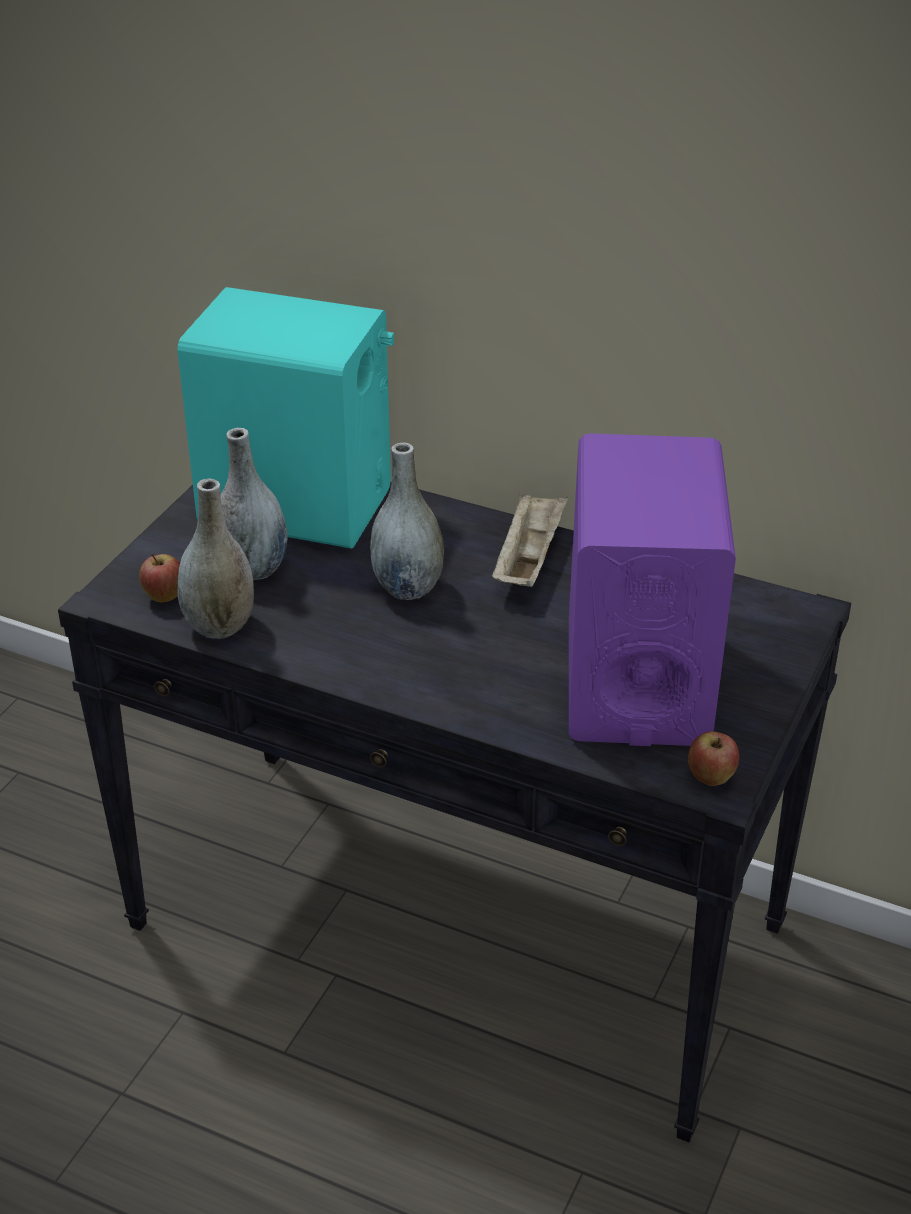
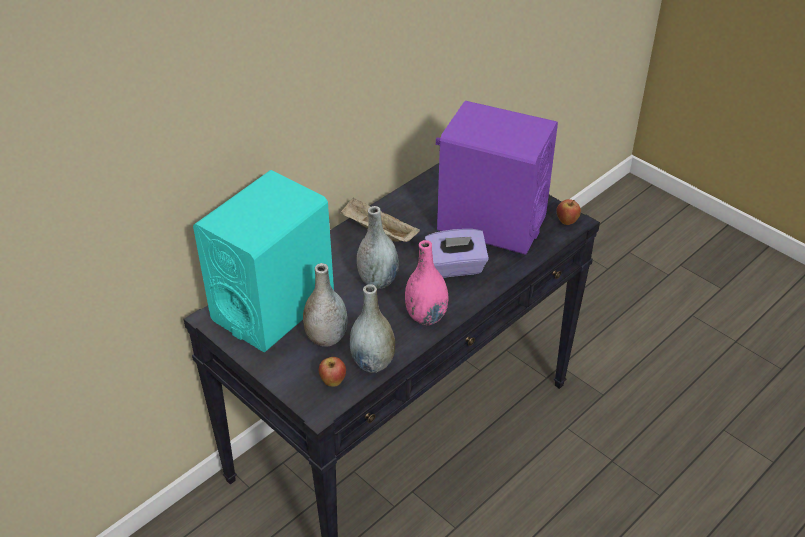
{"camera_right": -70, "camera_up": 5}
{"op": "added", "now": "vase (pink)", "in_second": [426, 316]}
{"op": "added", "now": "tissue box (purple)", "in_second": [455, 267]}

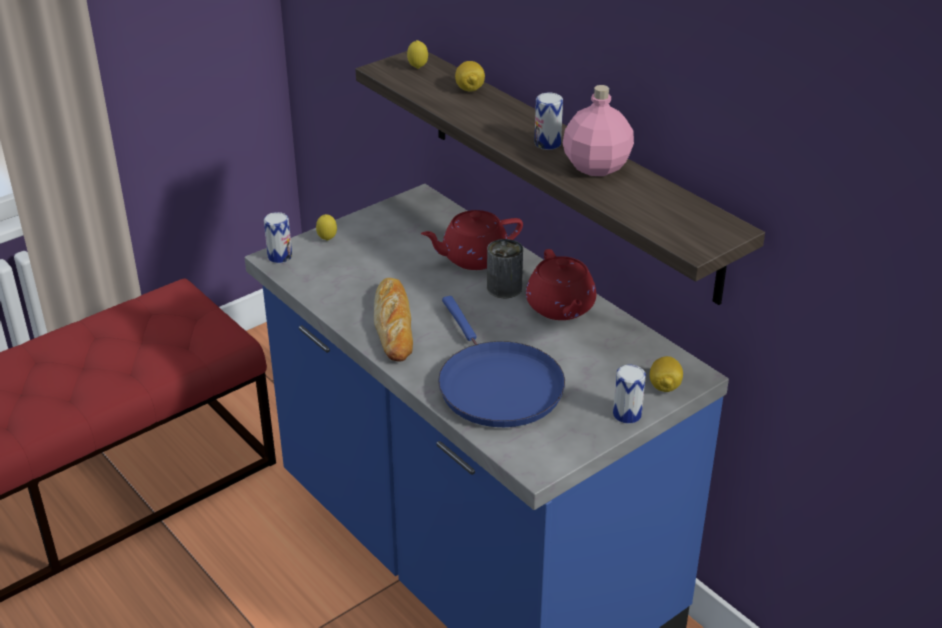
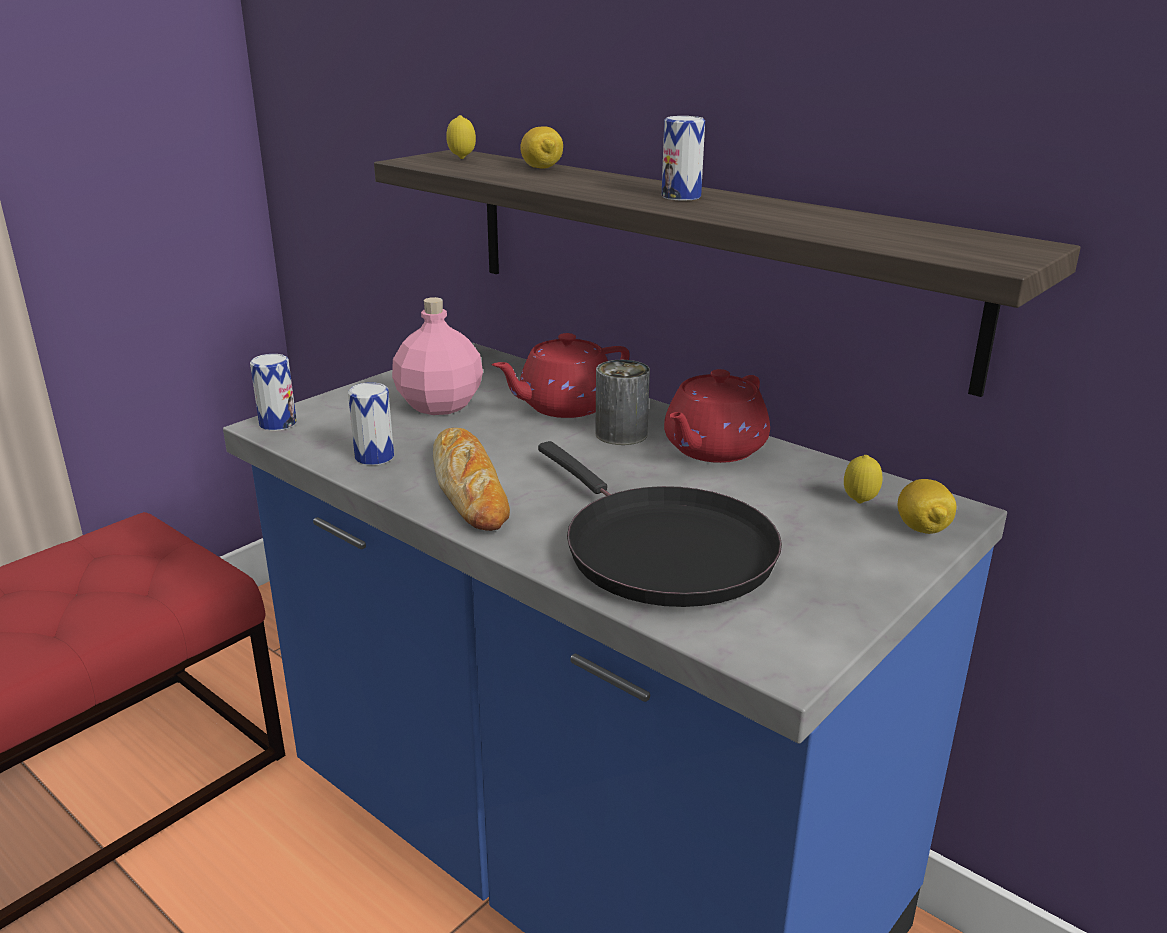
{"camera_right": -10, "camera_up": -10}
{"op": "moved", "was": "can", "in_first": [627, 414], "in_second": [374, 457]}
{"op": "moved", "was": "bottle (pink)", "in_first": [595, 166], "in_second": [438, 405]}
{"op": "recoloured", "was": "frying pan (blue)", "now": "frying pan (black)", "in_first": [496, 385], "in_second": [660, 550]}
{"op": "turned", "was": "teapot (red)", "in_first": [560, 307], "in_second": [713, 449], "clockwise": 60}
{"op": "moved", "was": "lemon", "in_first": [327, 240], "in_second": [859, 503]}

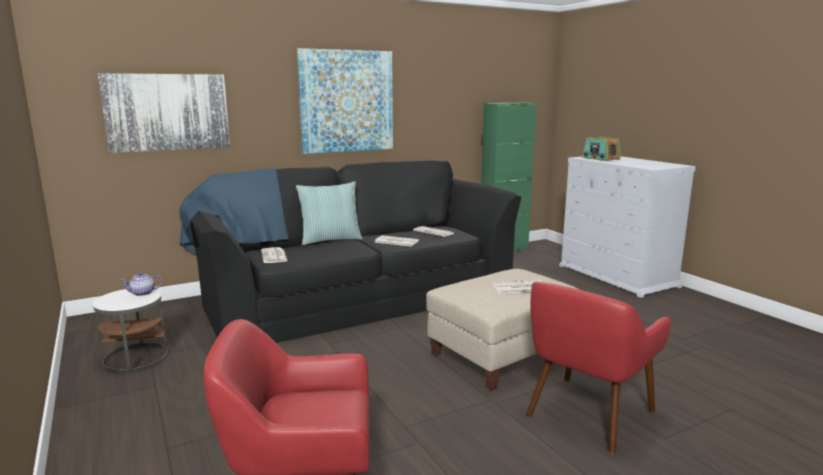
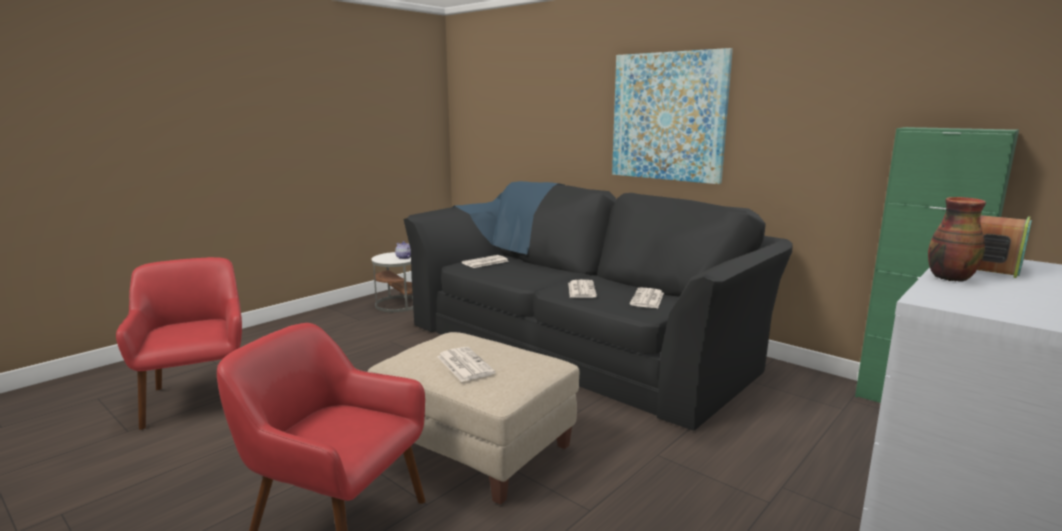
{"camera_right": 70, "camera_up": 0}
{"op": "added", "now": "vase", "in_second": [949, 277]}
{"op": "removed", "was": "picture", "in_first": [167, 112]}
{"op": "removed", "was": "pillow", "in_first": [330, 240]}

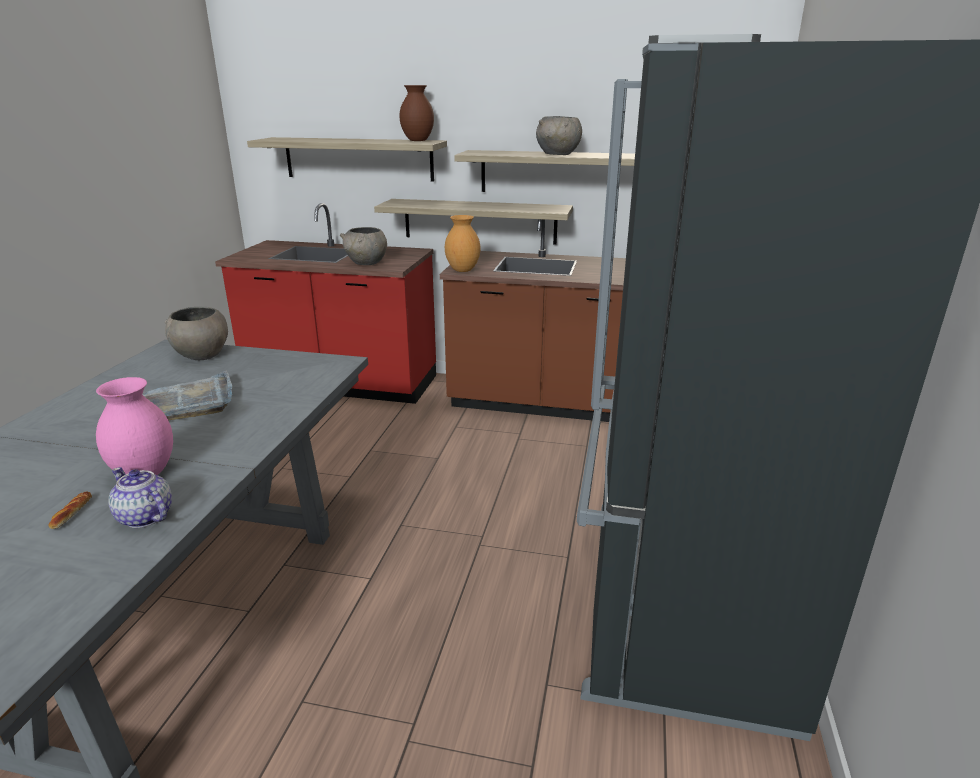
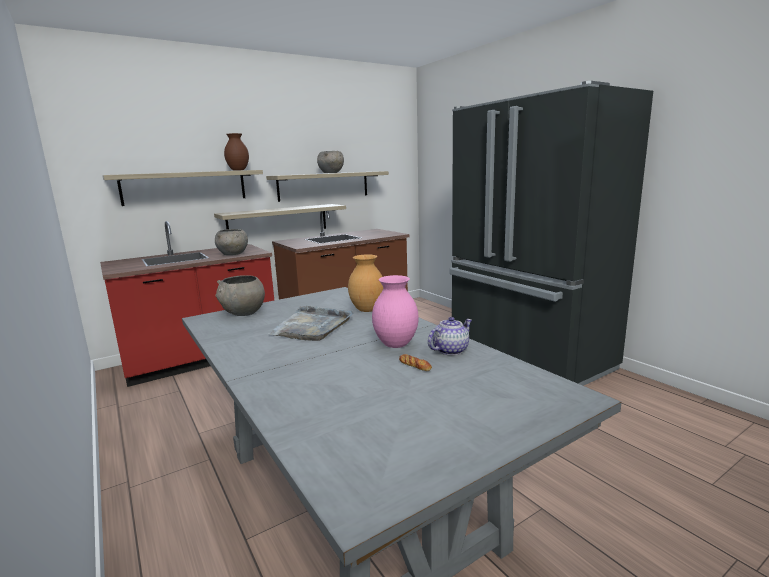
{"camera_right": -45, "camera_up": -10}
{"op": "moved", "was": "vase (brown)", "in_first": [462, 270], "in_second": [366, 310]}
{"op": "turned", "was": "teapot", "in_first": [144, 517], "in_second": [450, 350], "clockwise": 150}

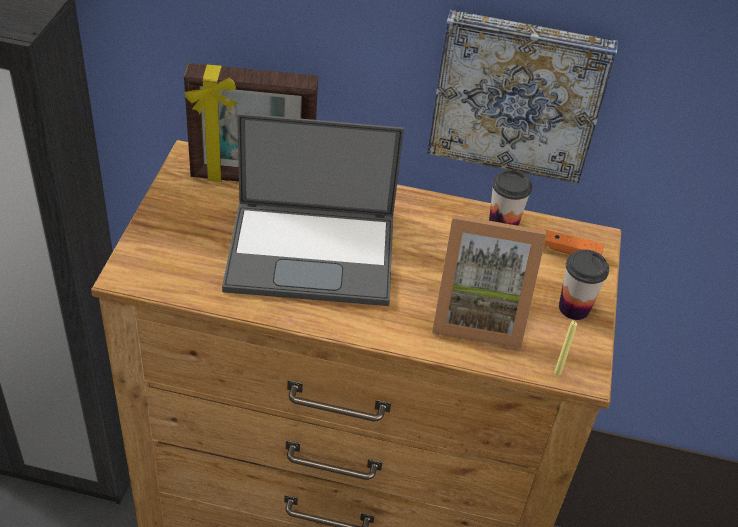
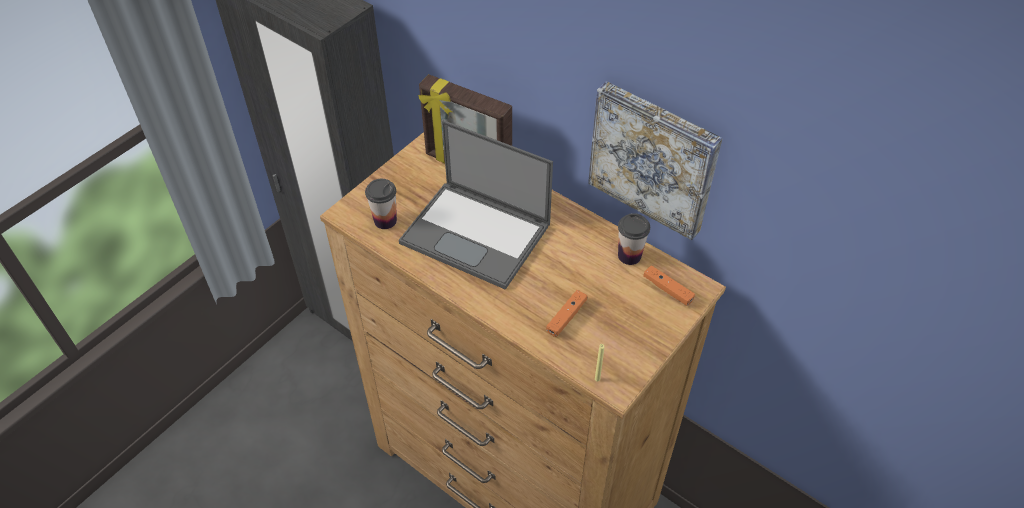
{"camera_right": 30, "camera_up": 5}
{"op": "moved", "was": "cup", "in_first": [574, 308], "in_second": [385, 220]}
{"op": "replaced", "was": "picture frame", "now": "game controller (orange)", "in_first": [478, 315], "in_second": [566, 317]}

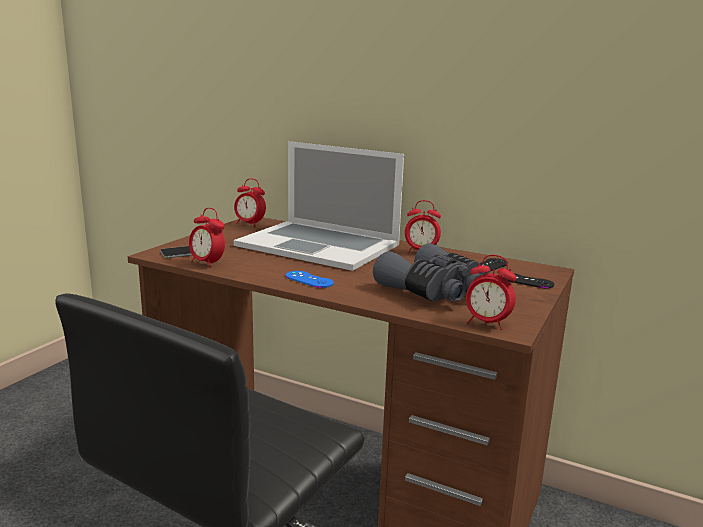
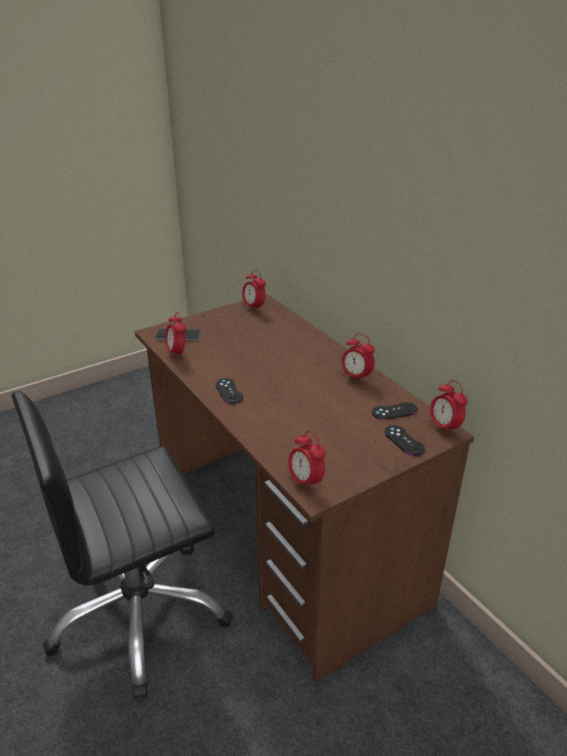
{"camera_right": 30, "camera_up": 15}
{"op": "recoloured", "was": "game controller (blue)", "now": "game controller (black)", "in_first": [309, 279], "in_second": [229, 391]}
{"op": "added", "now": "alarm clock", "in_second": [444, 427]}
{"op": "removed", "was": "laptop", "in_first": [318, 245]}
{"op": "removed", "was": "binoculars (grey)", "in_first": [434, 291]}

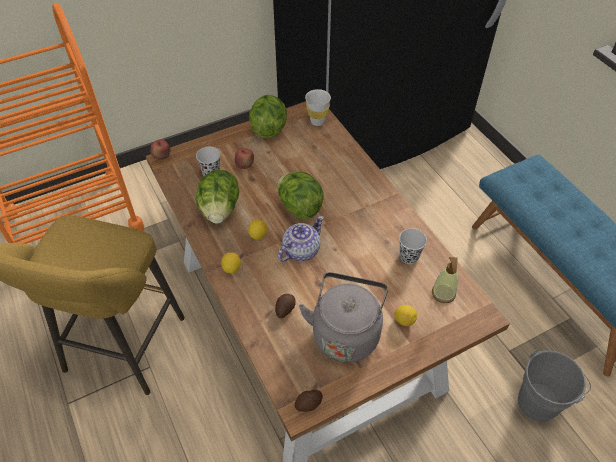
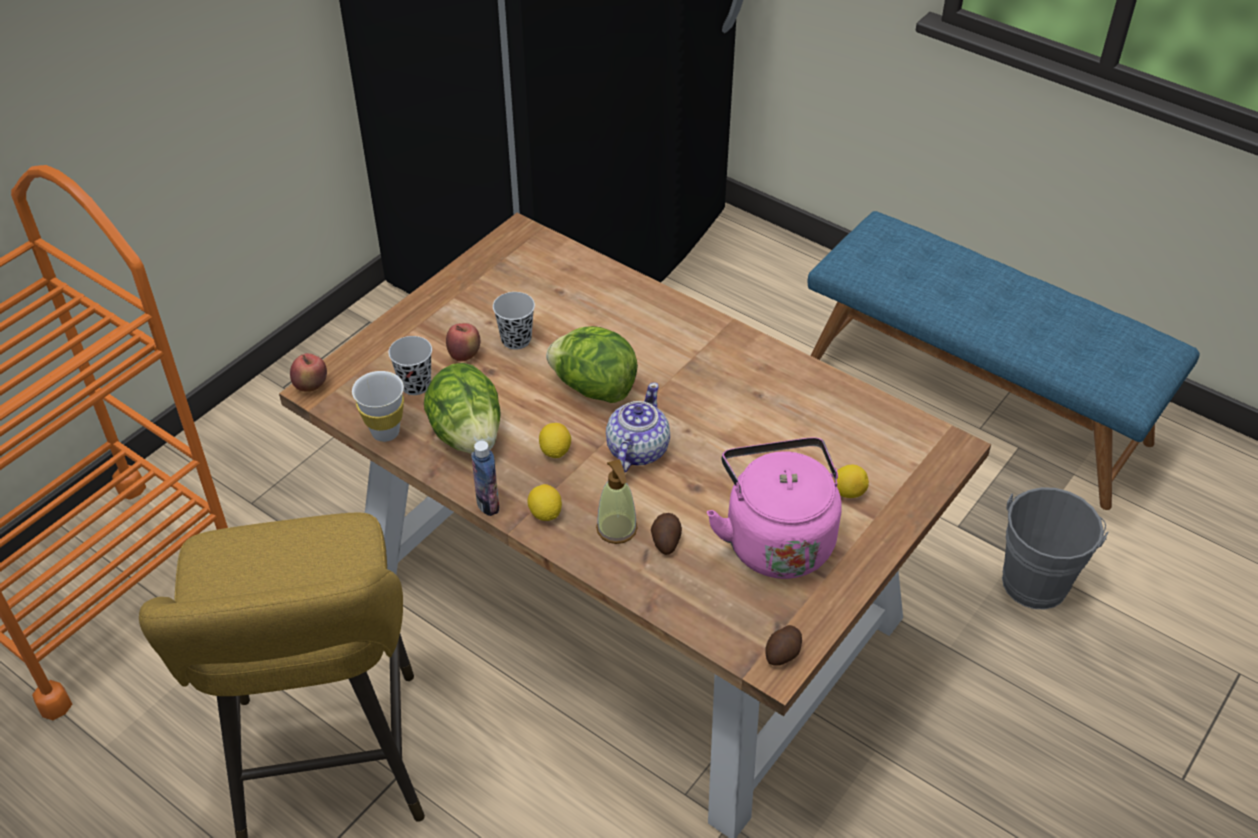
{"camera_right": -25, "camera_up": -5}
{"op": "moved", "was": "cup (white)", "in_first": [317, 121], "in_second": [385, 432]}
{"op": "added", "now": "bottle", "in_second": [488, 504]}
{"op": "moved", "was": "cup (black)", "in_first": [409, 257], "in_second": [516, 340]}
{"op": "moved", "was": "soap dispenser", "in_first": [443, 293], "in_second": [617, 529]}
{"op": "recoloured", "was": "kettle (grey)", "now": "kettle (pink)", "in_first": [346, 332], "in_second": [776, 538]}
{"op": "removed", "was": "lettuce", "in_first": [268, 128]}

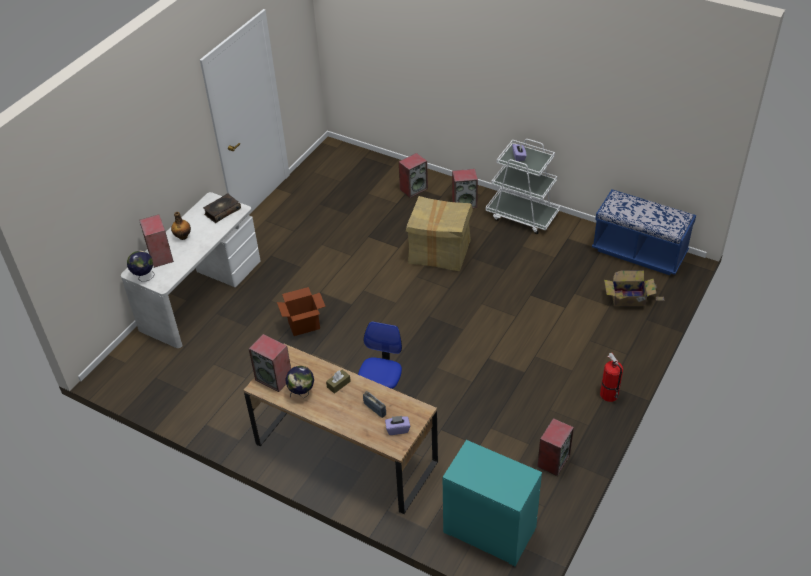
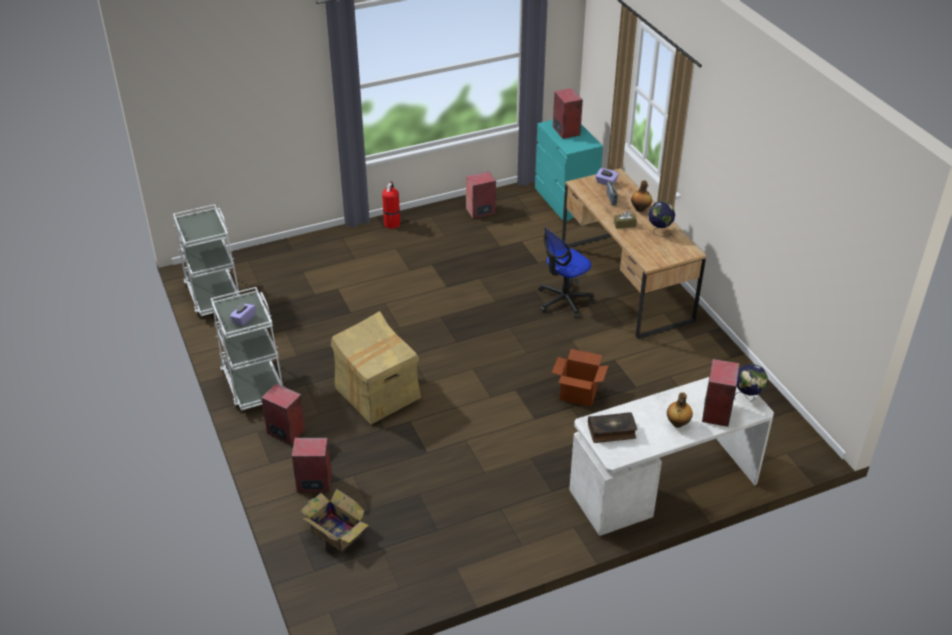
{"camera_right": -145, "camera_up": -5}
{"op": "replaced", "was": "bench (blue)", "now": "cart (white)", "in_first": [639, 252], "in_second": [213, 295]}
{"op": "moved", "was": "cardboard box", "in_first": [630, 299], "in_second": [335, 530]}
{"op": "moved", "was": "speaker", "in_first": [274, 378], "in_second": [565, 131]}
{"op": "added", "now": "bottle", "in_second": [640, 209]}

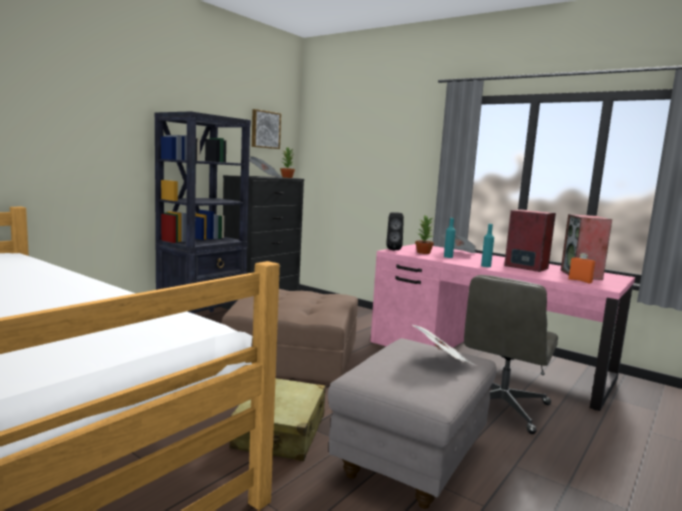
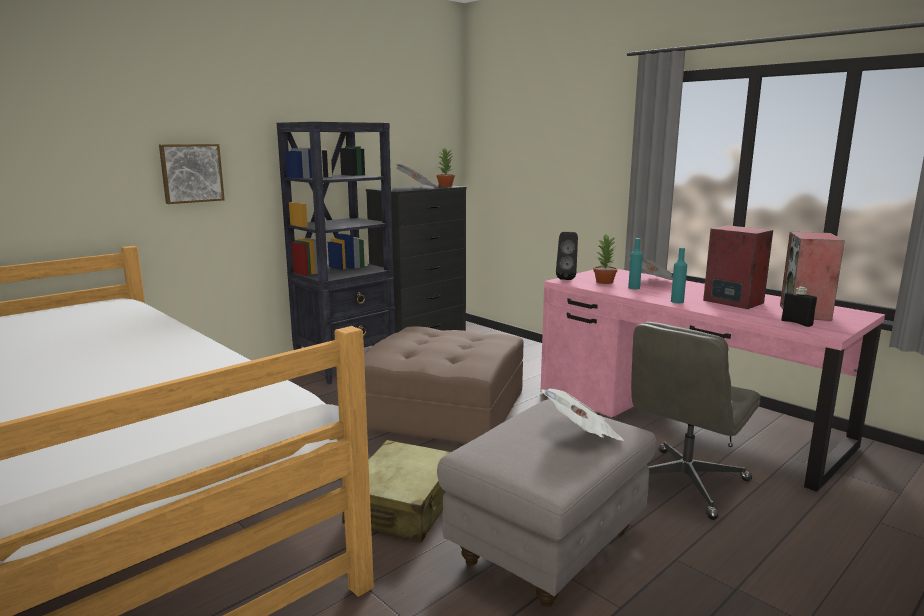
{"camera_right": 10, "camera_up": 5}
{"op": "moved", "was": "picture", "in_first": [265, 129], "in_second": [191, 173]}
{"op": "recoloured", "was": "bottle (orange)", "now": "bottle (black)", "in_first": [580, 281], "in_second": [796, 323]}

